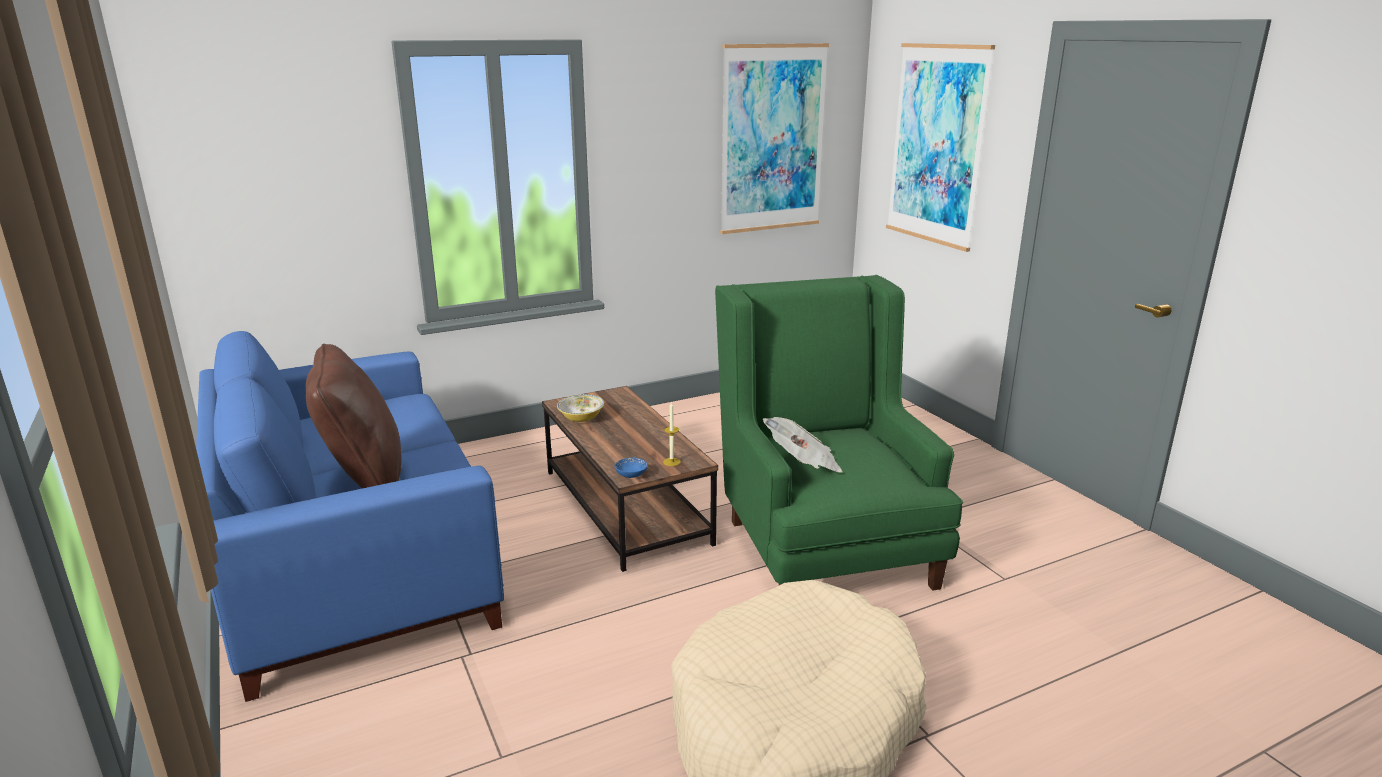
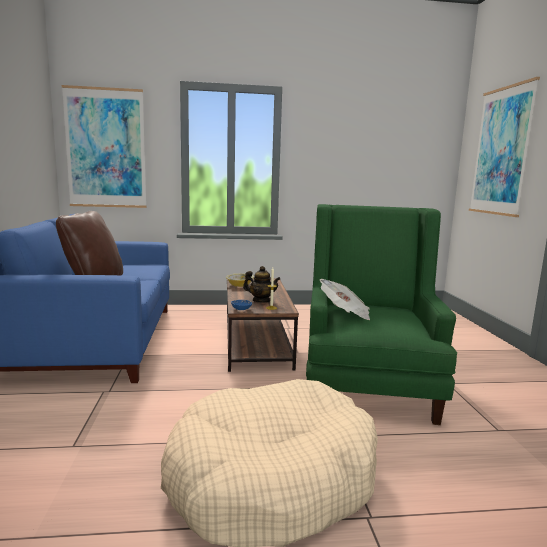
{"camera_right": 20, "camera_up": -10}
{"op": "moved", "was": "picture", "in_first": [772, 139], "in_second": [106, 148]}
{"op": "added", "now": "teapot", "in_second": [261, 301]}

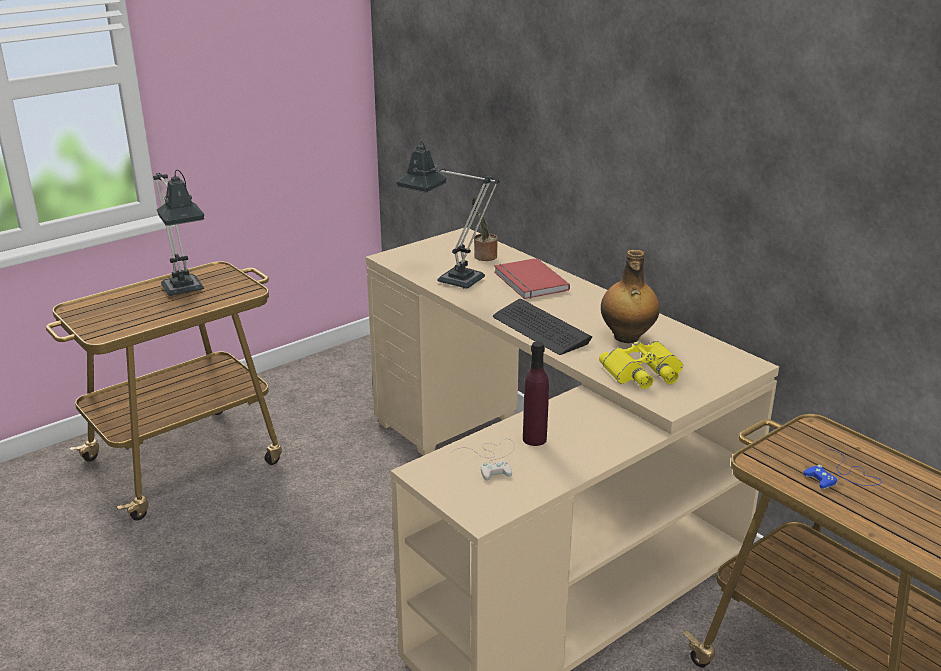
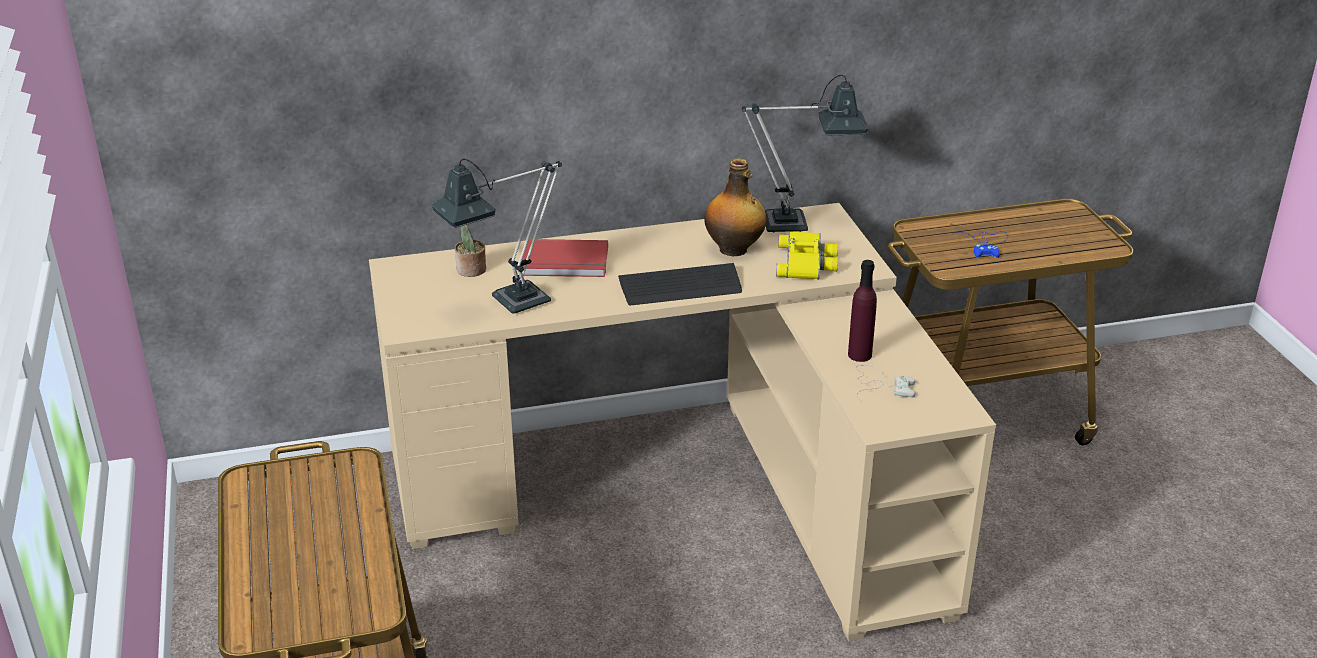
{"camera_right": -65, "camera_up": 5}
{"op": "moved", "was": "table lamp", "in_first": [185, 292], "in_second": [797, 223]}

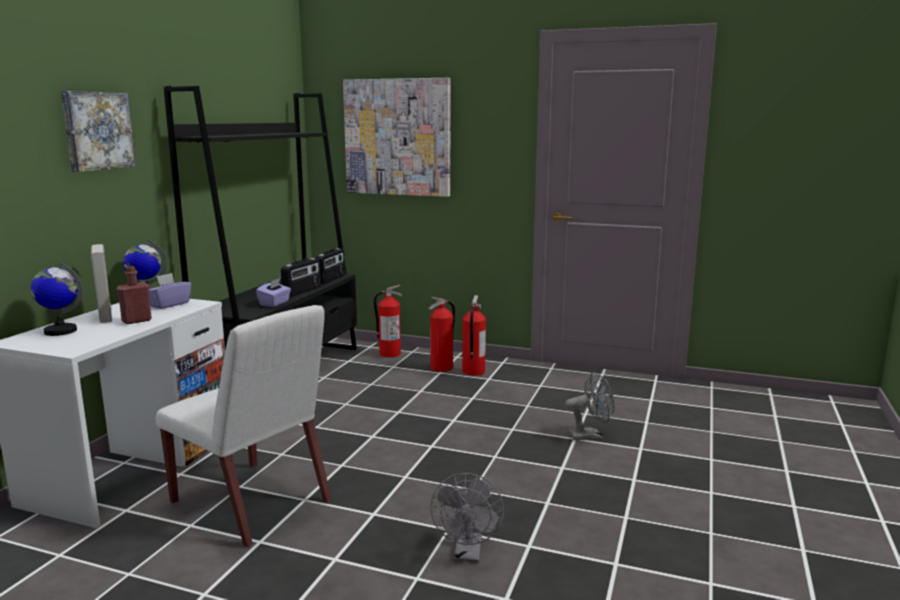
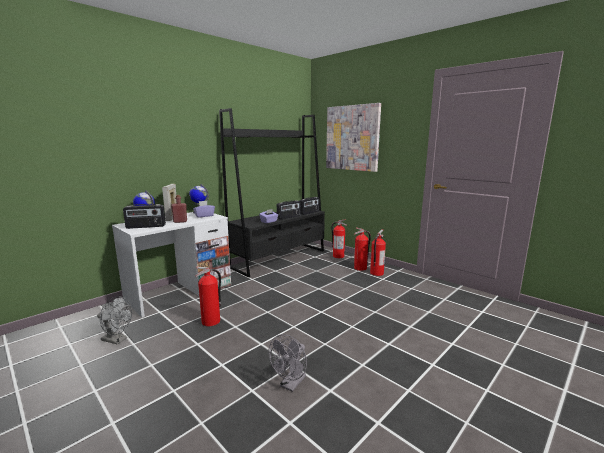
{"camera_right": 25, "camera_up": 0}
{"op": "moved", "was": "fan (grey)", "in_first": [590, 436], "in_second": [117, 340]}
{"op": "added", "now": "radio", "in_second": [146, 226]}
{"op": "replaced", "was": "chair (white)", "now": "fire extinguisher", "in_first": [252, 502], "in_second": [211, 322]}
{"op": "removed", "was": "picture", "in_first": [96, 131]}

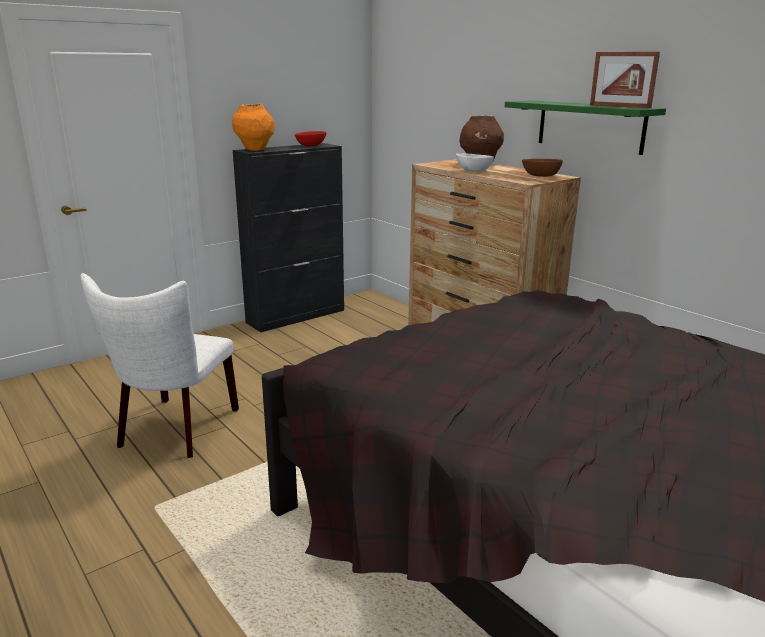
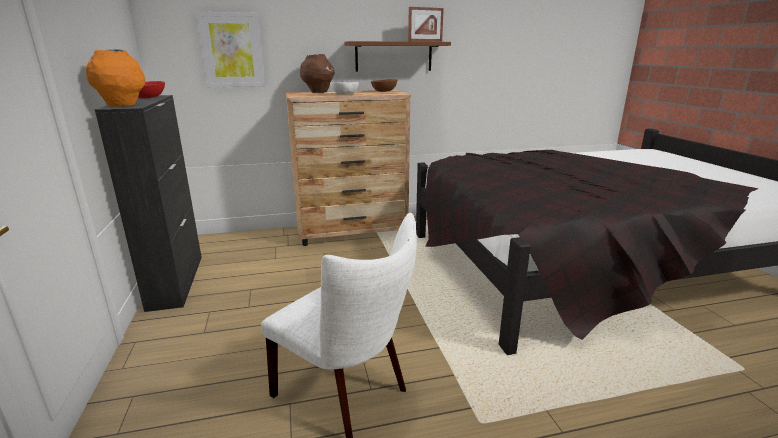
{"camera_right": -65, "camera_up": 0}
{"op": "added", "now": "picture", "in_second": [232, 50]}
{"op": "recoloured", "was": "shelf (green)", "now": "shelf (brown)", "in_first": [590, 126], "in_second": [393, 56]}

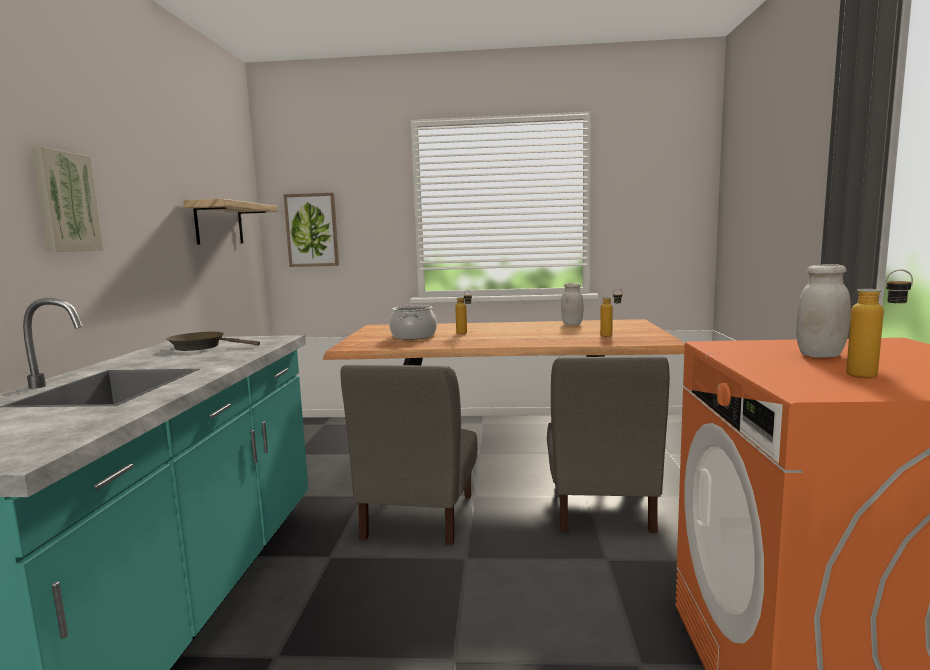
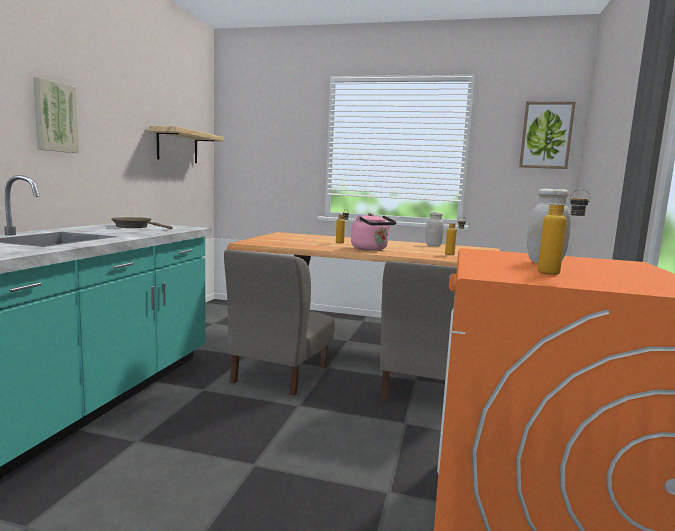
{"camera_right": 10, "camera_up": 0}
{"op": "added", "now": "kettle (pink)", "in_second": [371, 249]}
{"op": "moved", "was": "picture", "in_first": [312, 230], "in_second": [546, 135]}
{"op": "removed", "was": "cooking pot", "in_first": [413, 336]}

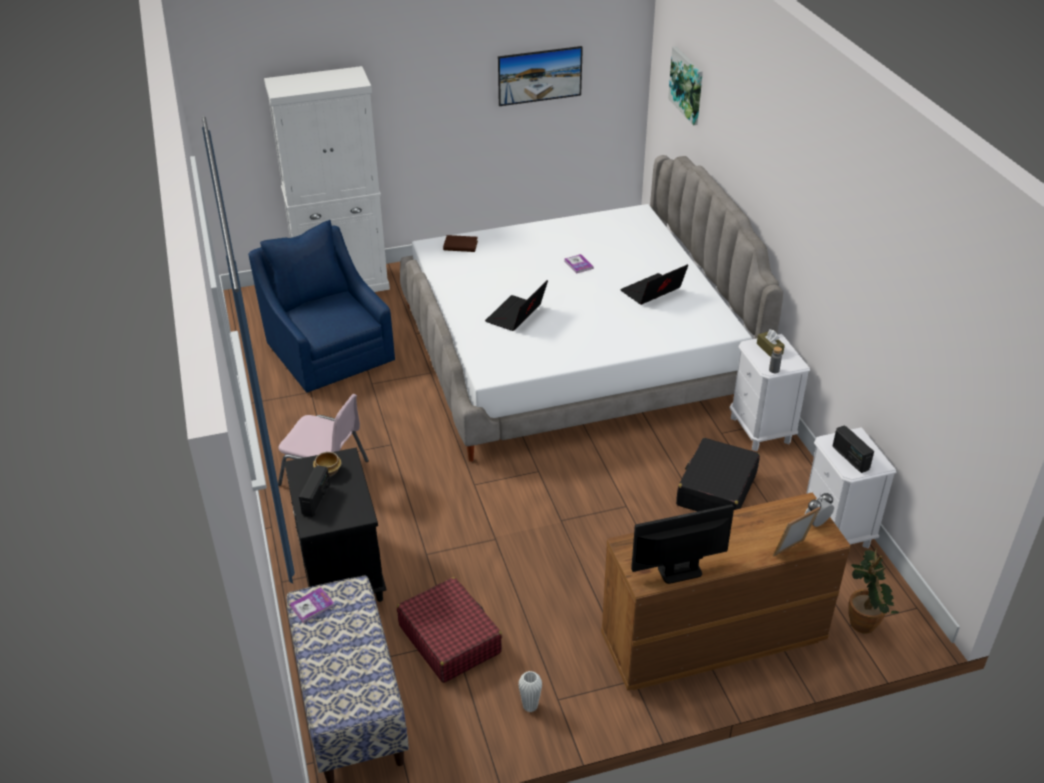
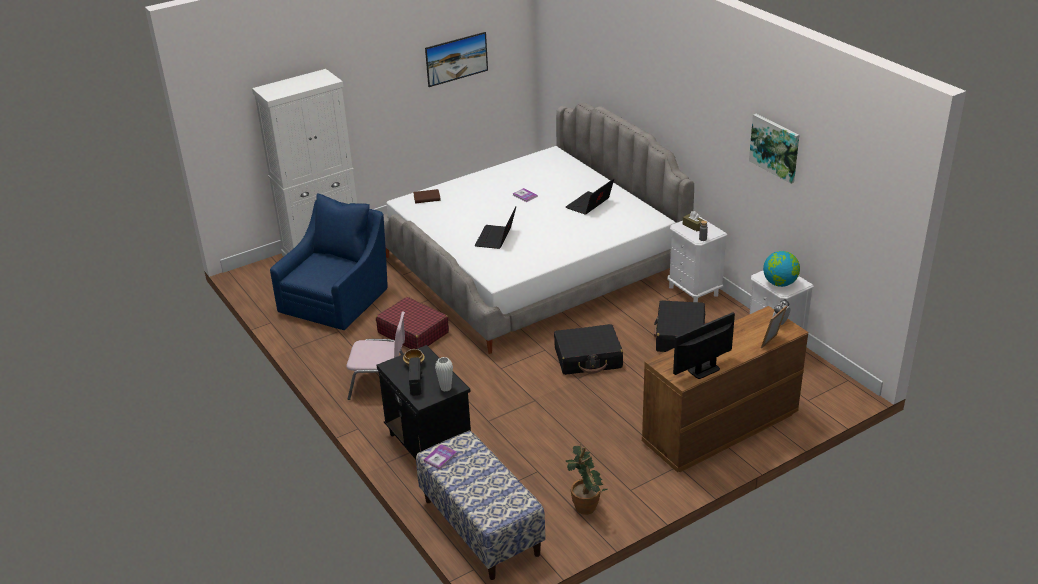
{"camera_right": -15, "camera_up": -5}
{"op": "turned", "was": "armchair (blue)", "in_first": [328, 350], "in_second": [337, 299], "clockwise": 75}
{"op": "moved", "was": "suitcase (red)", "in_first": [449, 639], "in_second": [413, 332]}
{"op": "moved", "was": "vase (white)", "in_first": [530, 706], "in_second": [446, 388]}
{"op": "added", "now": "suitcase (black)", "in_second": [588, 358]}
{"op": "moved", "was": "potted plant", "in_first": [864, 619], "in_second": [586, 503]}
{"op": "moved", "was": "picture", "in_first": [687, 85], "in_second": [775, 147]}
{"op": "replaced", "was": "radio", "now": "globe", "in_first": [850, 458], "in_second": [780, 283]}

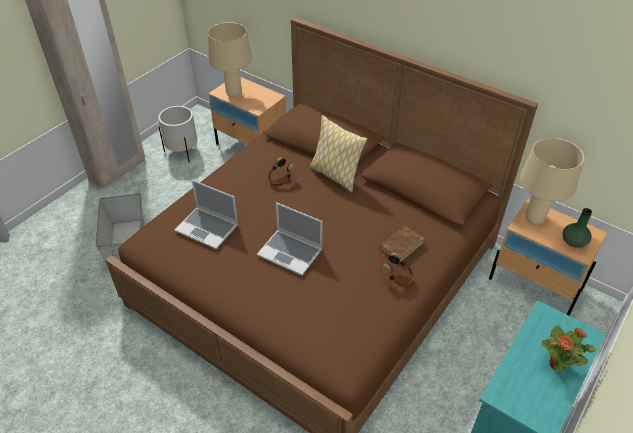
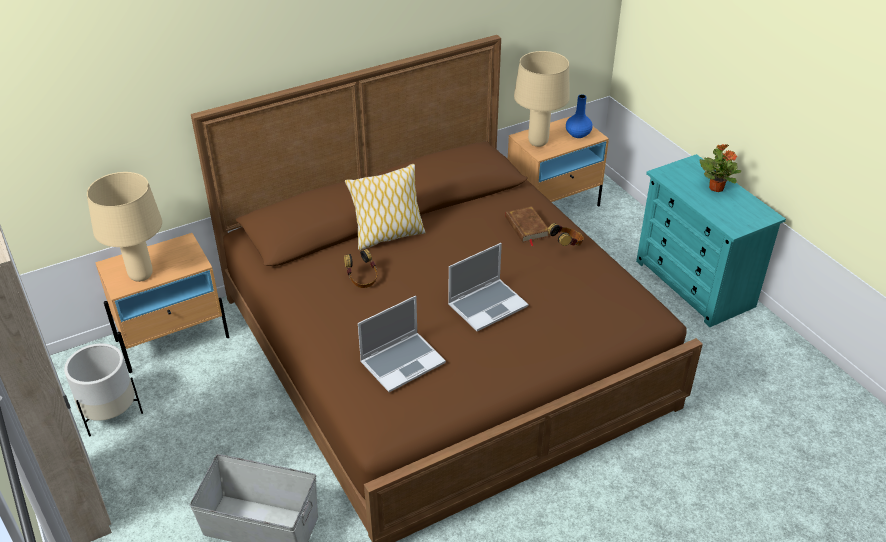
{"camera_right": -65, "camera_up": -5}
{"op": "recoloured", "was": "vase (green)", "now": "vase (blue)", "in_first": [573, 242], "in_second": [578, 134]}

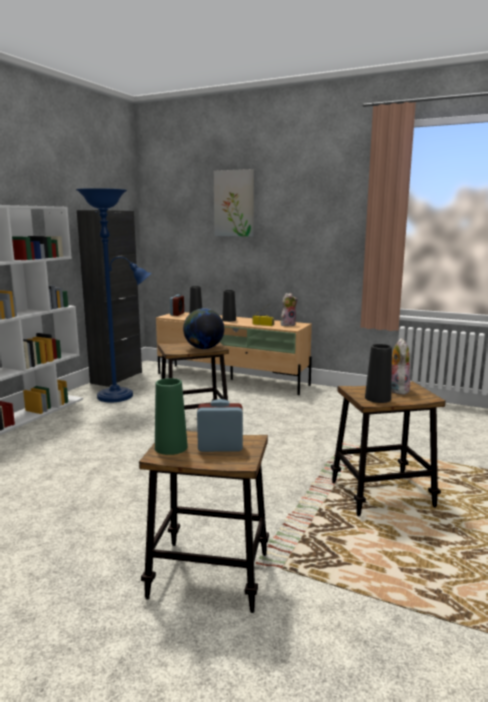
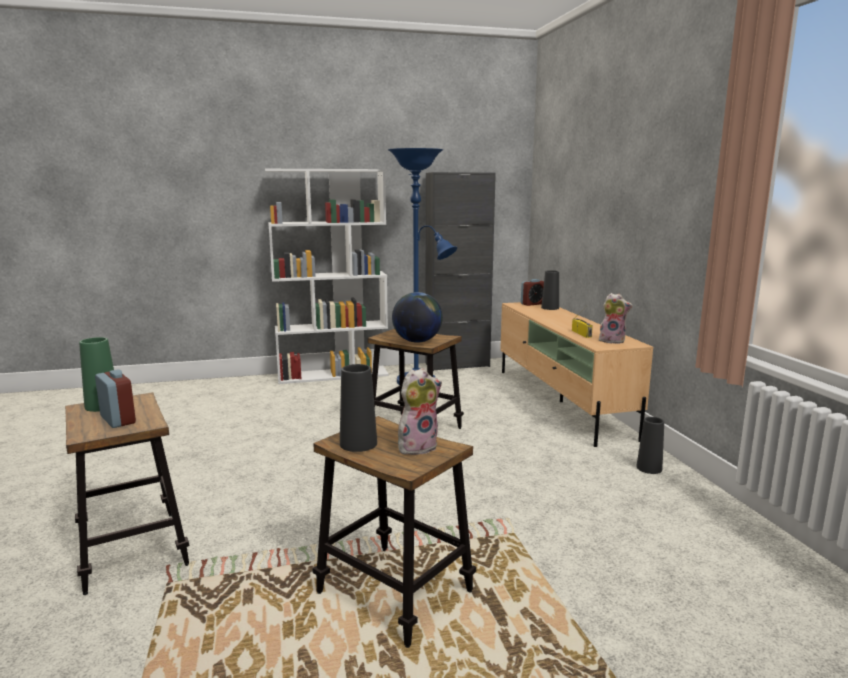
{"camera_right": 50, "camera_up": 0}
{"op": "moved", "was": "vase (black)", "in_first": [229, 320], "in_second": [649, 468]}
{"op": "removed", "was": "picture", "in_first": [234, 203]}

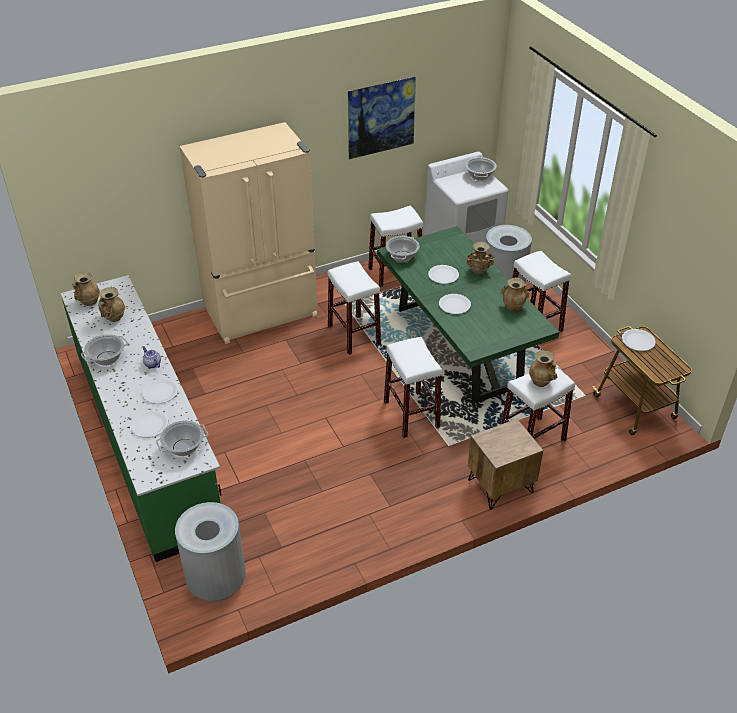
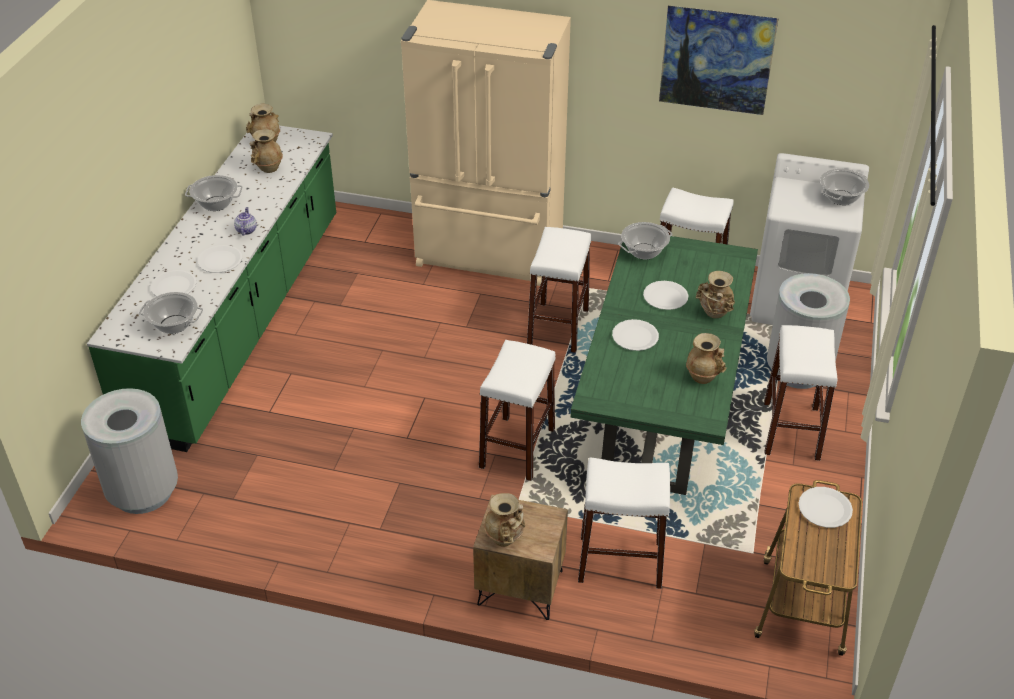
{"camera_right": 40, "camera_up": 0}
{"op": "moved", "was": "vase (beige)", "in_first": [541, 382], "in_second": [505, 538]}

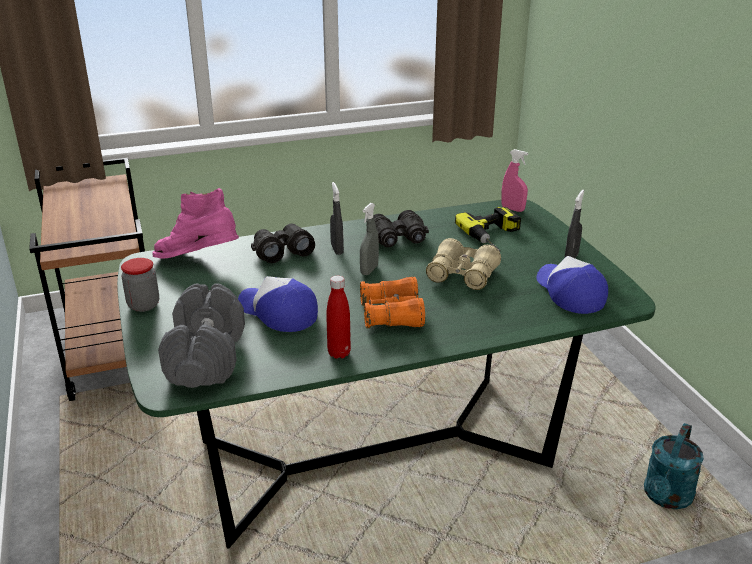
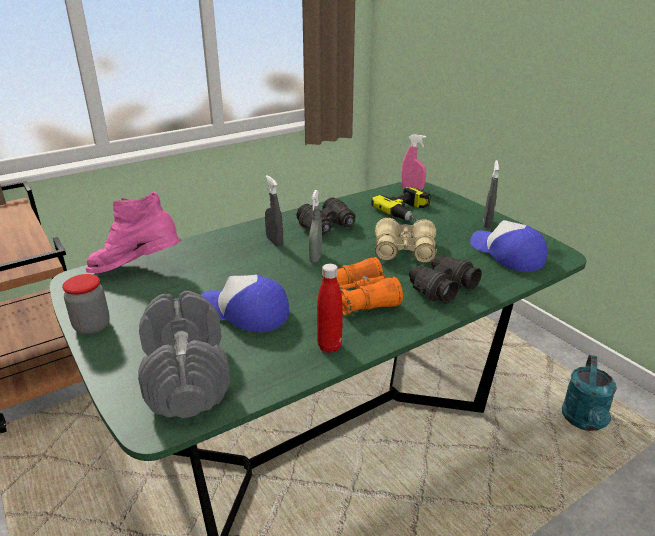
{"camera_right": -15, "camera_up": 0}
{"op": "moved", "was": "binoculars (black)", "in_first": [282, 251], "in_second": [441, 288]}

